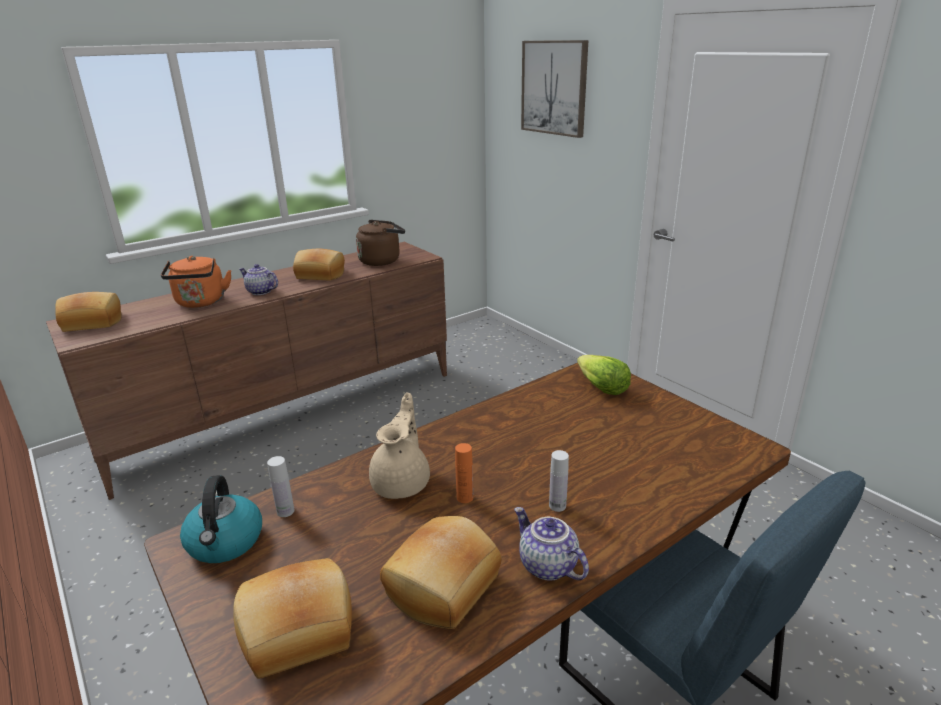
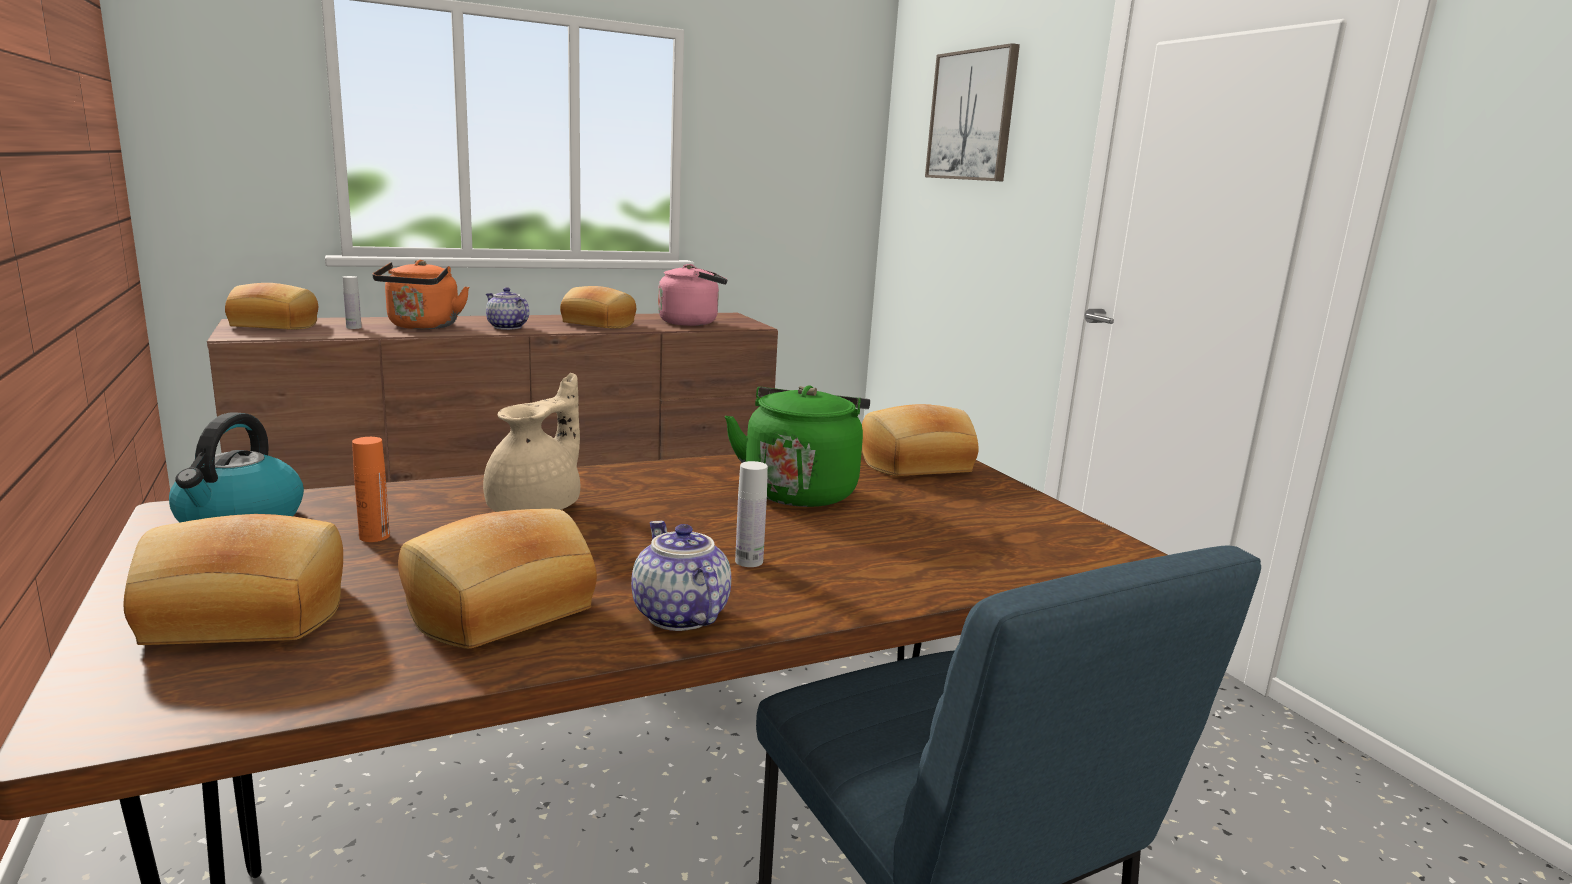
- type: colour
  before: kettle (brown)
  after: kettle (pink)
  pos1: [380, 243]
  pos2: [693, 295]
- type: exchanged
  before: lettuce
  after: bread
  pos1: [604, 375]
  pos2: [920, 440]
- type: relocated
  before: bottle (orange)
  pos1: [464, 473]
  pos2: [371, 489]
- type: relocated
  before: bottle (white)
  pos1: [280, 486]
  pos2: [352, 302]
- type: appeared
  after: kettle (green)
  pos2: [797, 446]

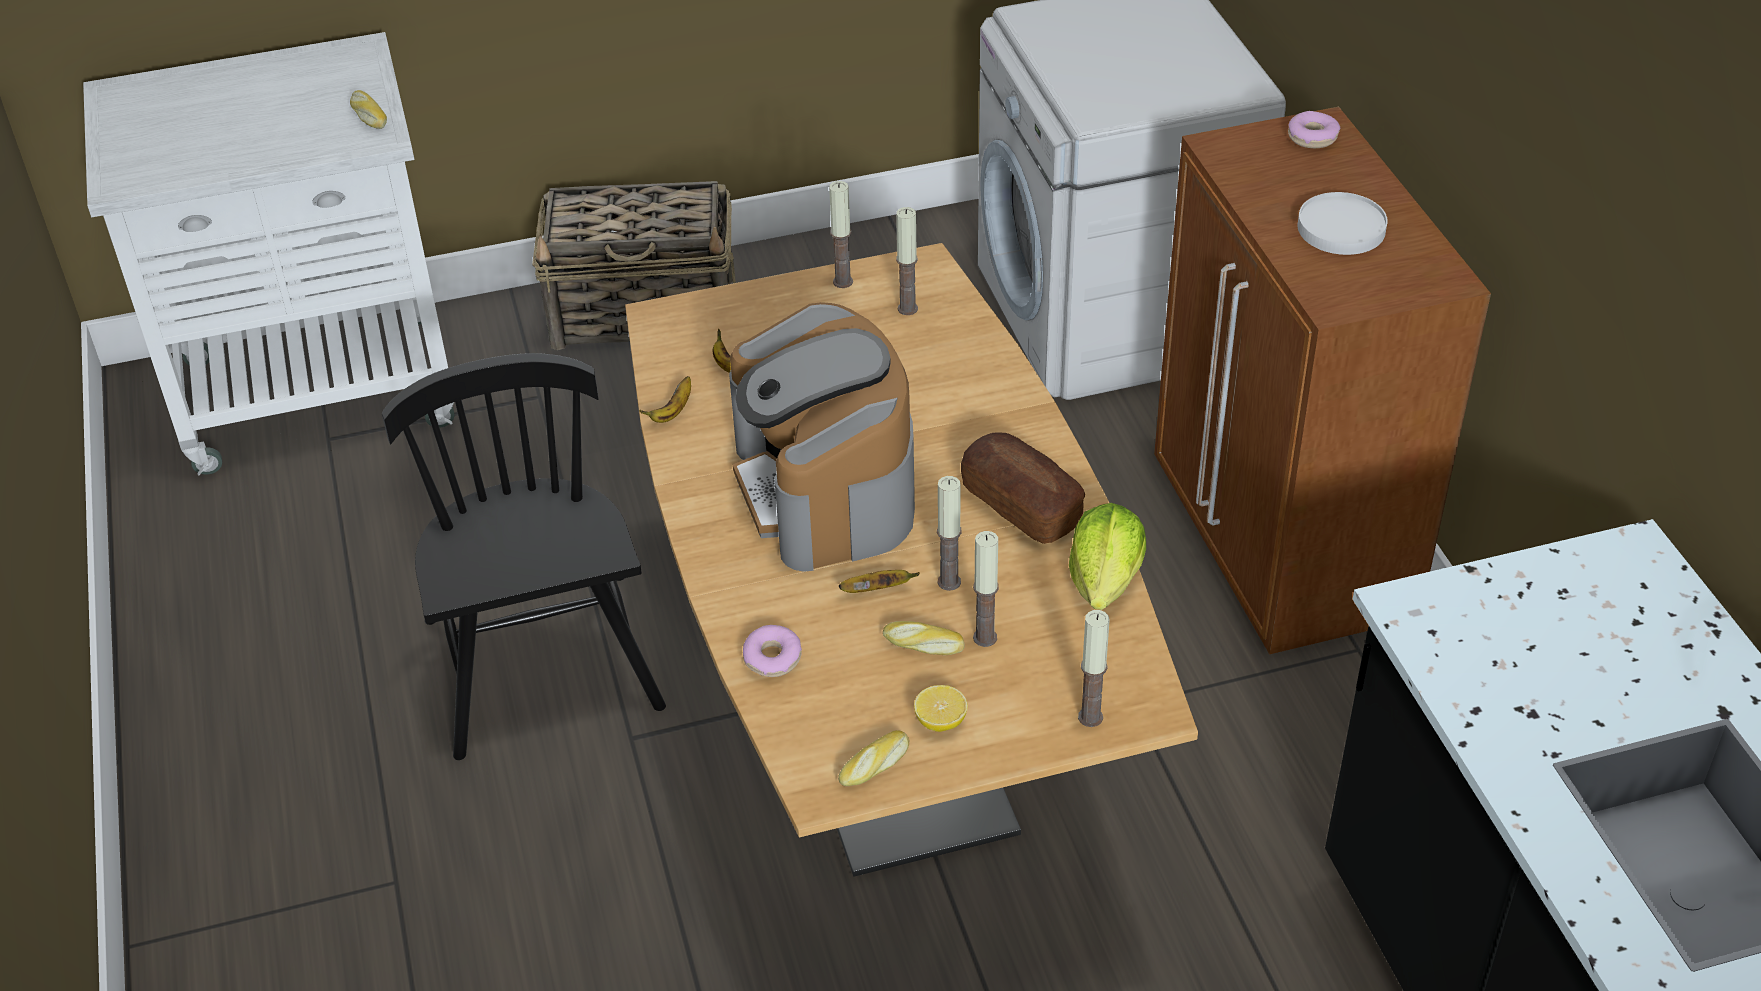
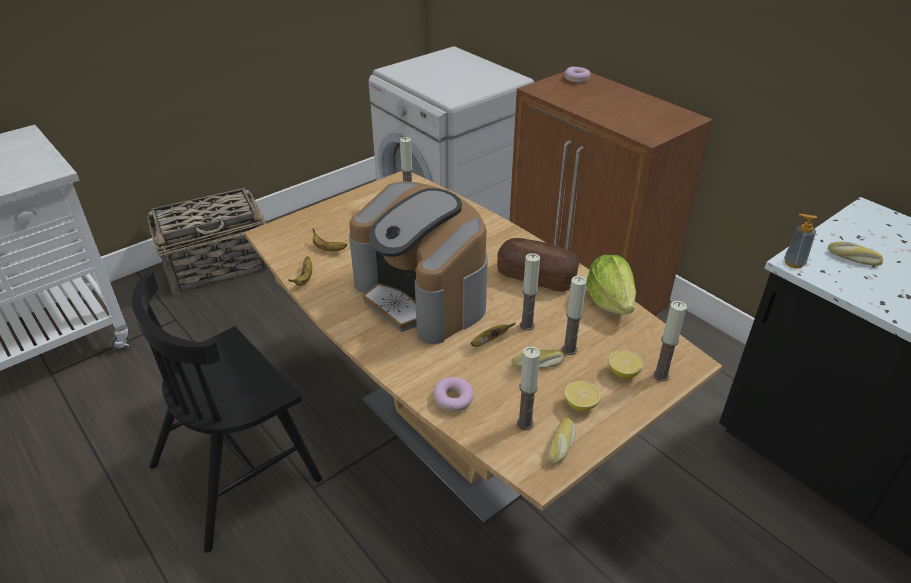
- type: relocated
  before: bread
  pos1: [368, 109]
  pos2: [855, 253]
- type: relocated
  before: candle
  pos1: [841, 234]
  pos2: [528, 388]
- type: missing
  before: plate (white)
  pos1: [1343, 223]
- type: spun
  before: chair (black)
  pos1: [524, 556]
  pos2: [227, 412]
  turn: -90
- type: appeared
  after: soap dispenser
  pos2: [800, 241]
- type: appeared
  after: lemon
  pos2: [626, 365]

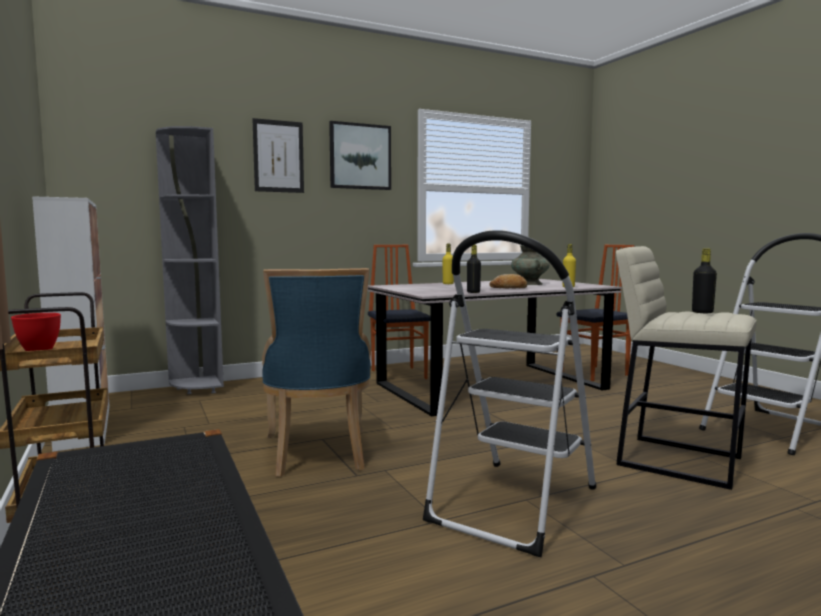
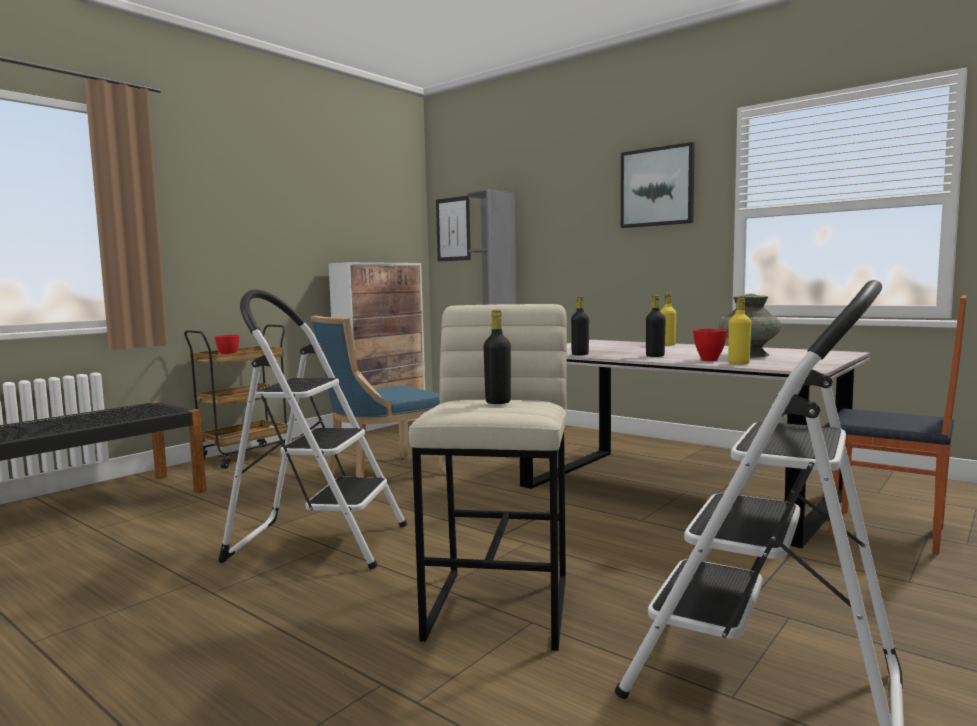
- type: relocated
  before: picture
  pos1: [278, 155]
  pos2: [453, 229]
- type: missing
  before: chair
  pos1: [399, 312]
- type: exchanged
  before: bread
  after: bottle (black)
  pos1: [508, 281]
  pos2: [656, 326]
- type: appeared
  after: bowl (red)
  pos2: [710, 345]

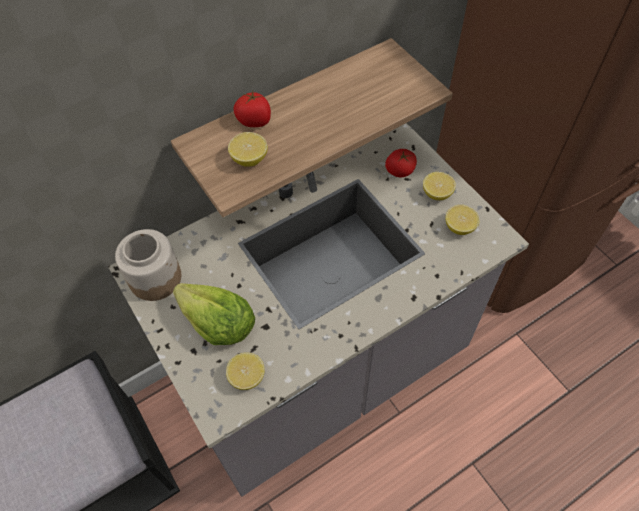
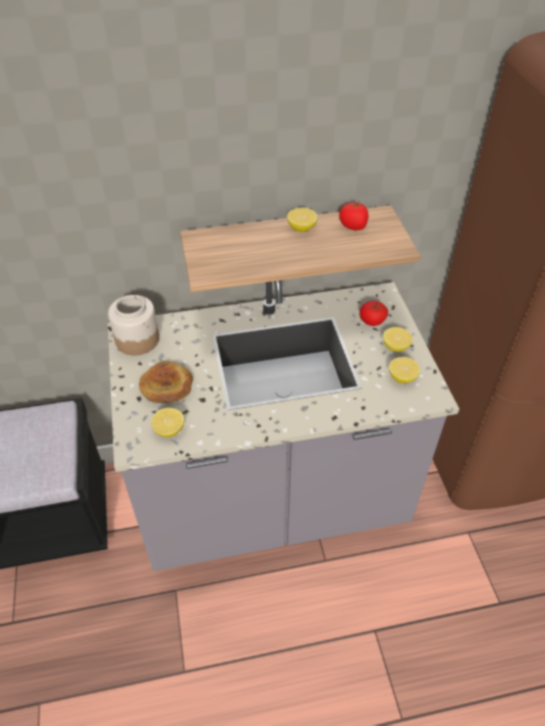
- type: relocated
  before: tomato
  pos1: [252, 109]
  pos2: [353, 215]
- type: relocated
  before: lemon
  pos1: [248, 149]
  pos2: [302, 220]
- type: exchanged
  before: lettuce
  after: bread
  pos1: [214, 314]
  pos2: [166, 382]

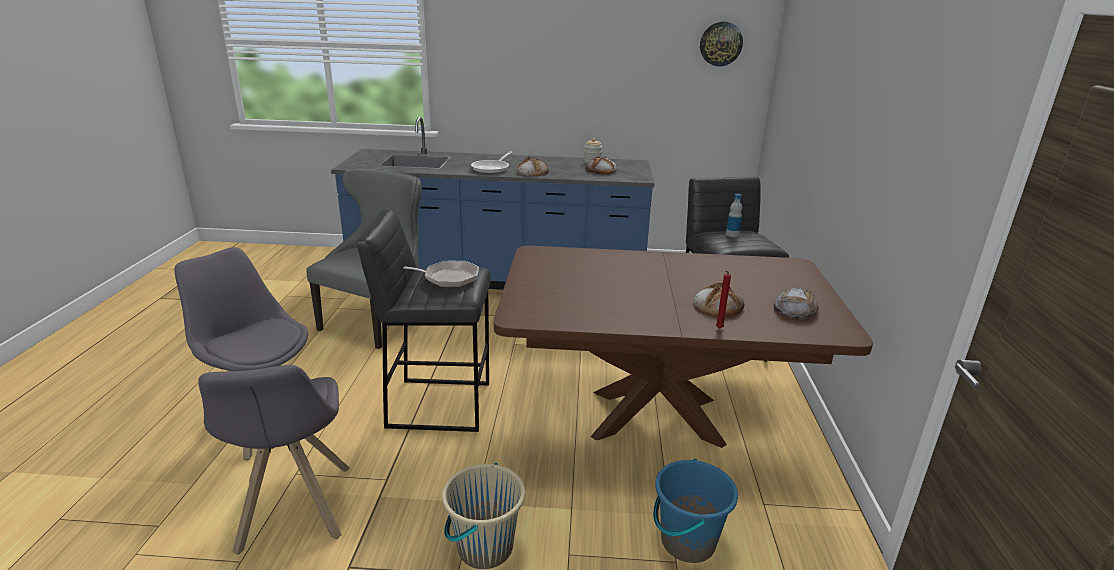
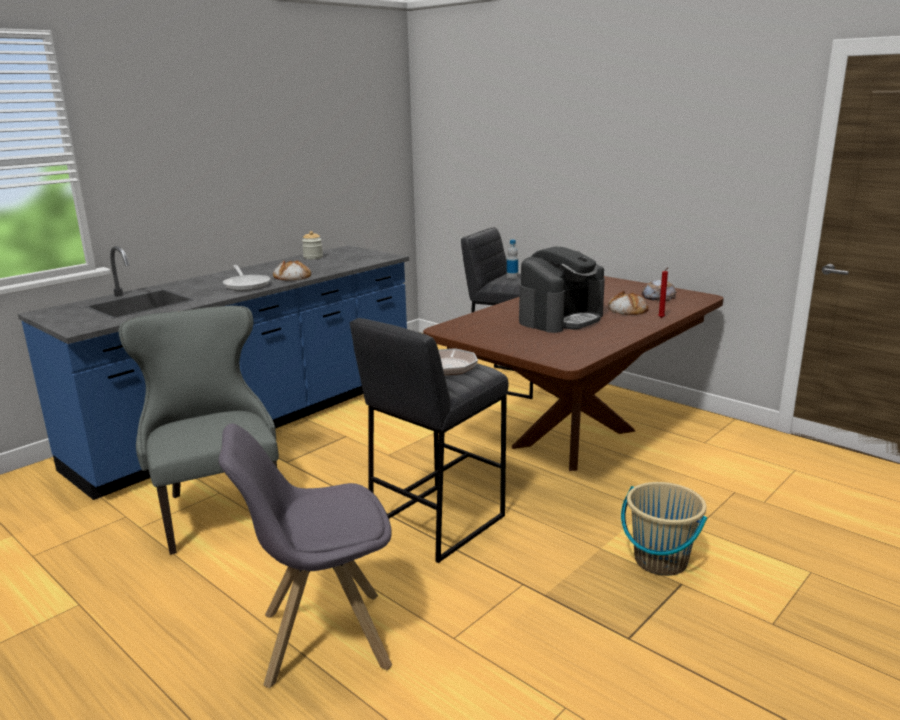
- type: missing
  before: wall clock
  pos1: [721, 44]
- type: missing
  before: bread
  pos1: [601, 165]
- type: missing
  before: chair (grey)
  pos1: [274, 460]
- type: missing
  before: bucket (blue)
  pos1: [695, 510]
- type: appeared
  after: coffee machine
  pos2: [562, 289]

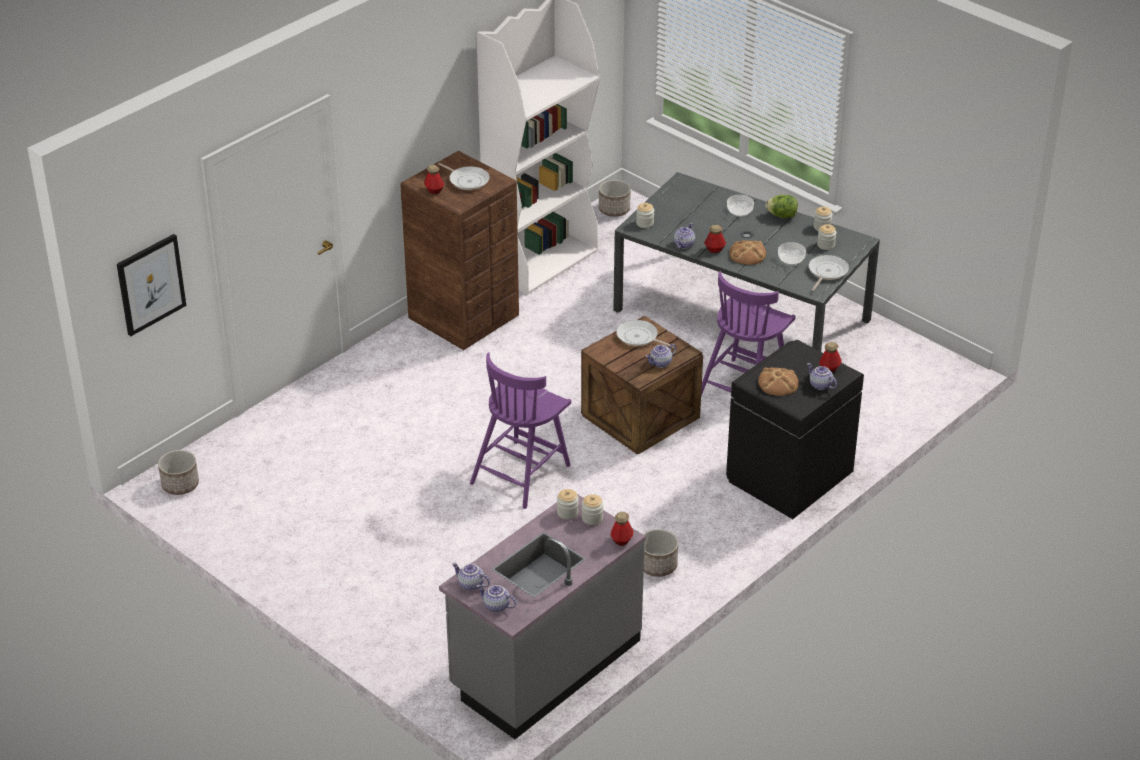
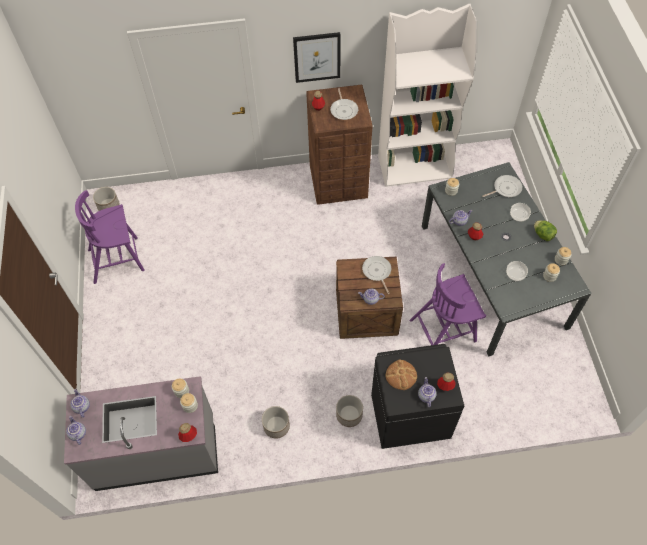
- type: relocated
  before: planter
  pos1: [615, 198]
  pos2: [349, 411]
- type: relocated
  before: picture
  pos1: [151, 285]
  pos2: [317, 57]
- type: missing
  before: bread
  pos1: [748, 252]
- type: relocated
  before: frying pan
  pos1: [829, 273]
  pos2: [502, 186]
- type: relocated
  before: chair (purple)
  pos1: [520, 430]
  pos2: [110, 237]

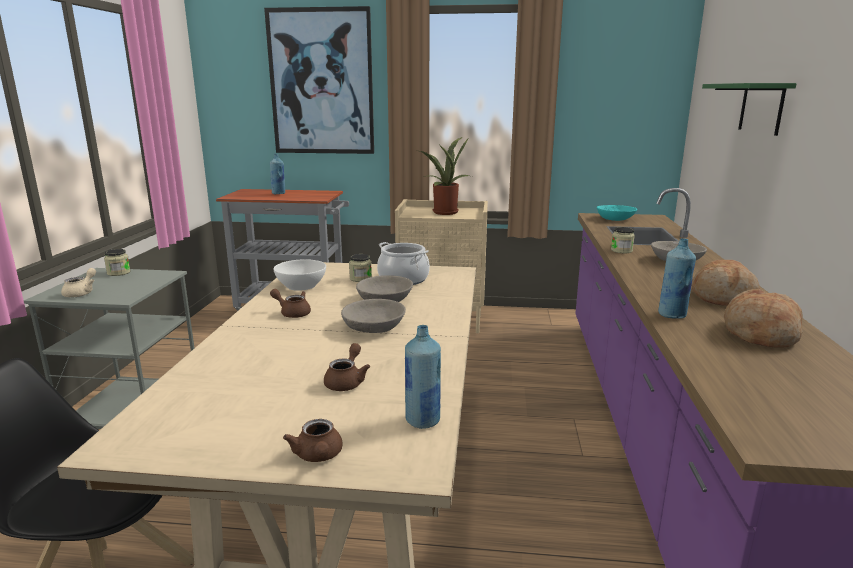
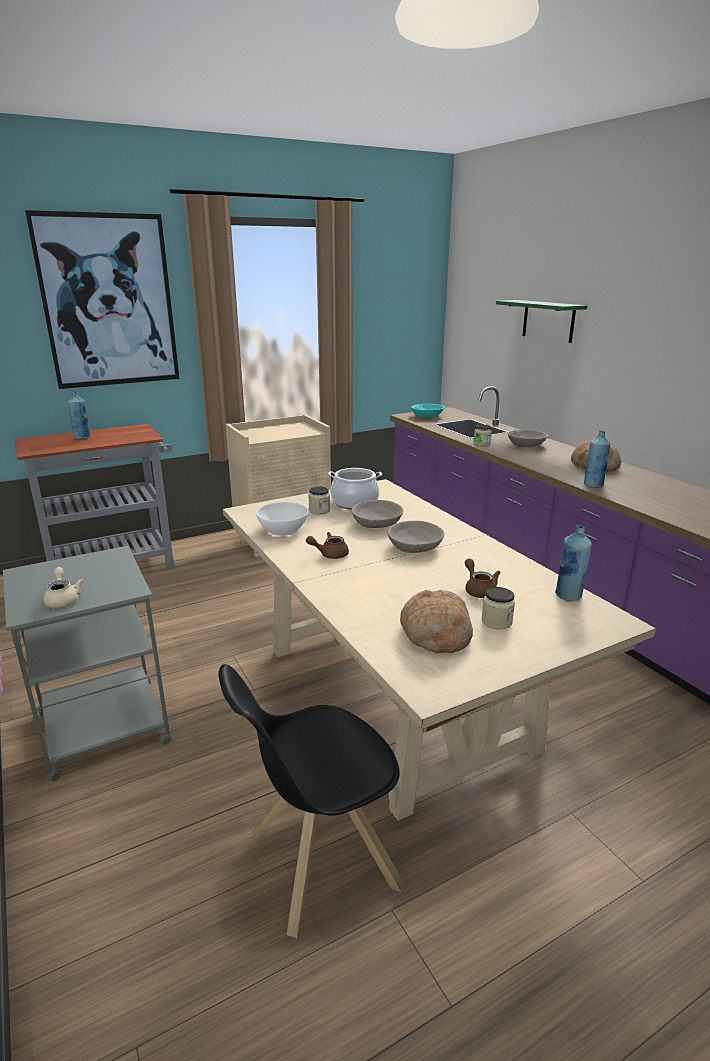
- type: missing
  before: potted plant
  pos1: [444, 176]
- type: relocated
  before: jar
  pos1: [117, 262]
  pos2: [498, 608]
- type: relocated
  before: bread
  pos1: [763, 318]
  pos2: [436, 621]
- type: missing
  before: teapot (brown)
  pos1: [313, 440]

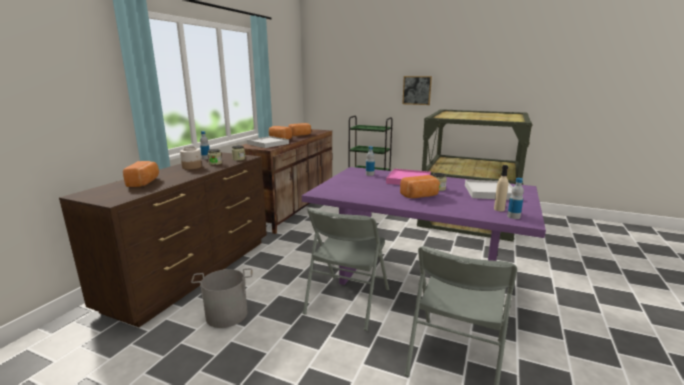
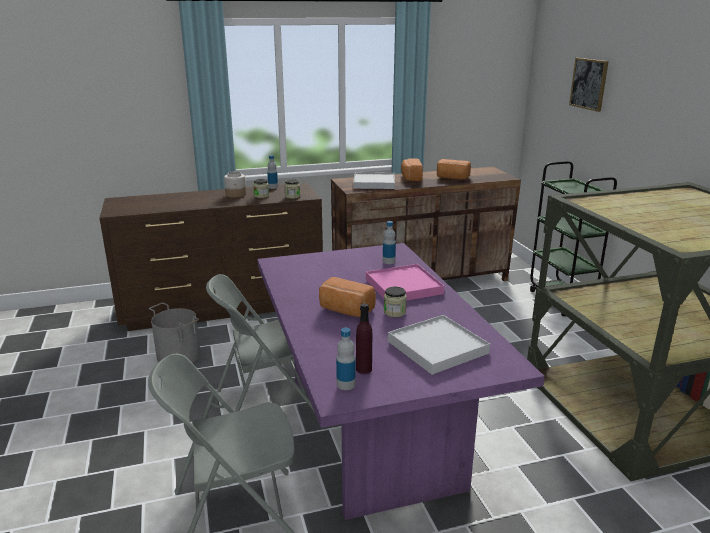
- type: relocated
  before: picture
  pos1: [417, 90]
  pos2: [589, 85]
- type: missing
  before: bread
  pos1: [141, 174]
- type: colour
  before: bottle (beige)
  after: bottle (purple)
  pos1: [501, 188]
  pos2: [364, 338]

